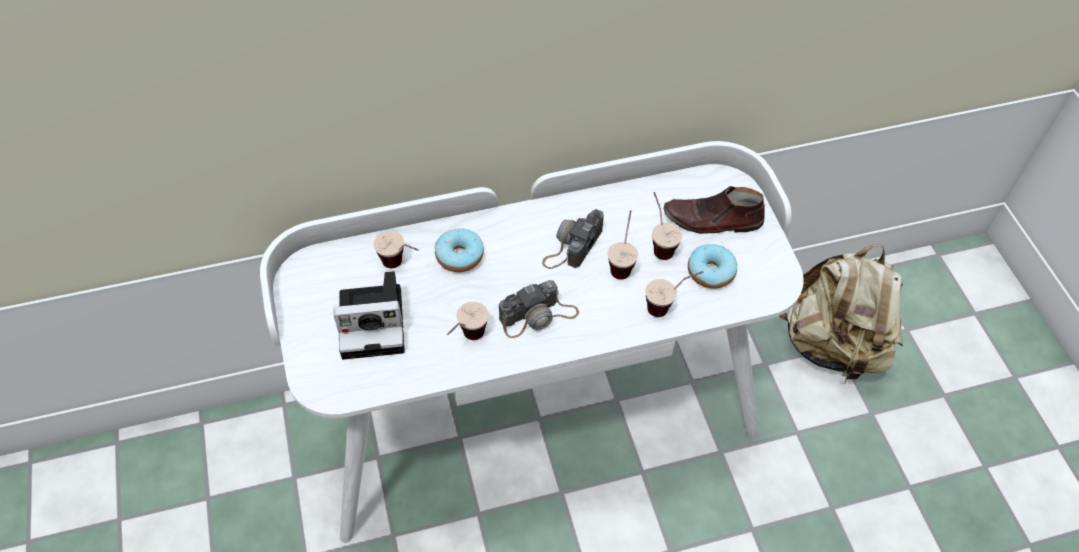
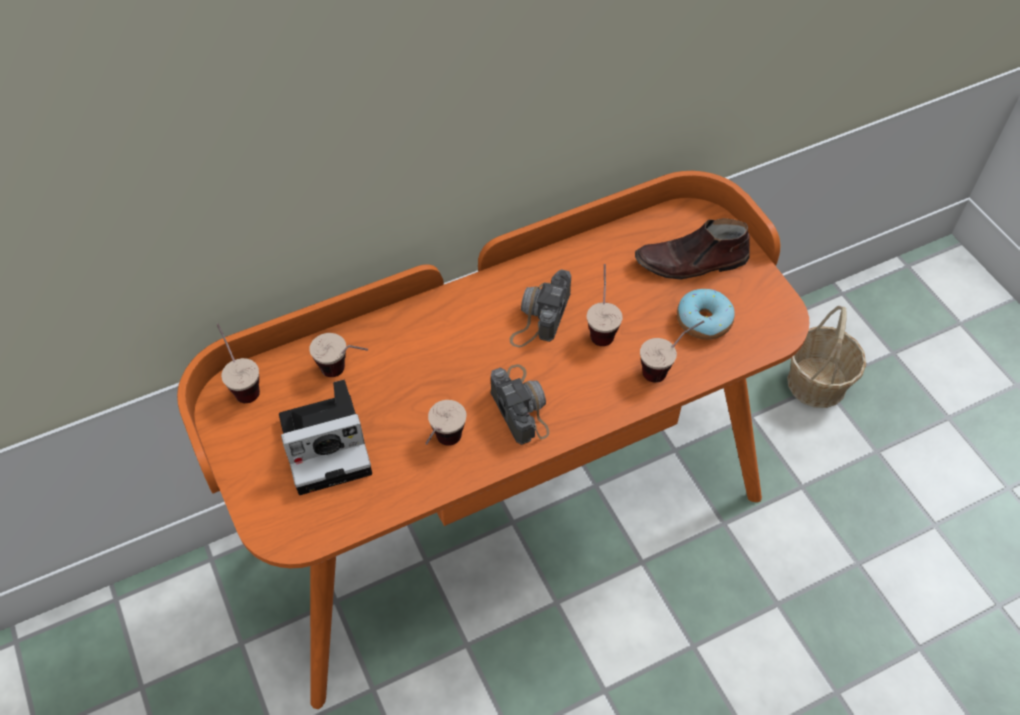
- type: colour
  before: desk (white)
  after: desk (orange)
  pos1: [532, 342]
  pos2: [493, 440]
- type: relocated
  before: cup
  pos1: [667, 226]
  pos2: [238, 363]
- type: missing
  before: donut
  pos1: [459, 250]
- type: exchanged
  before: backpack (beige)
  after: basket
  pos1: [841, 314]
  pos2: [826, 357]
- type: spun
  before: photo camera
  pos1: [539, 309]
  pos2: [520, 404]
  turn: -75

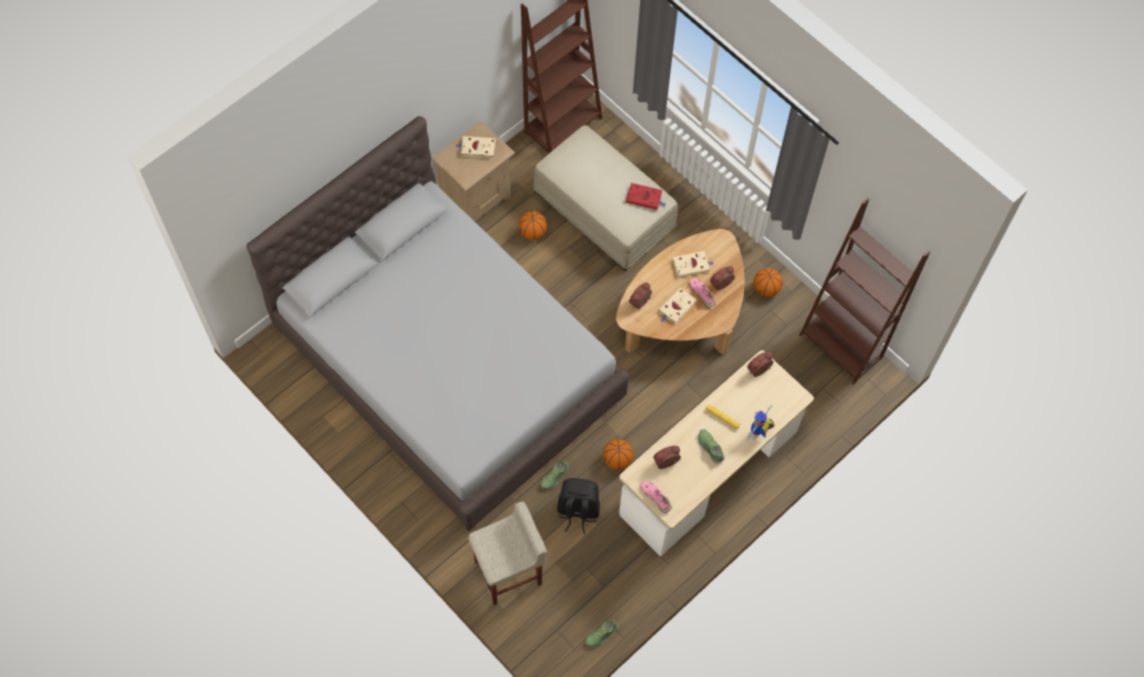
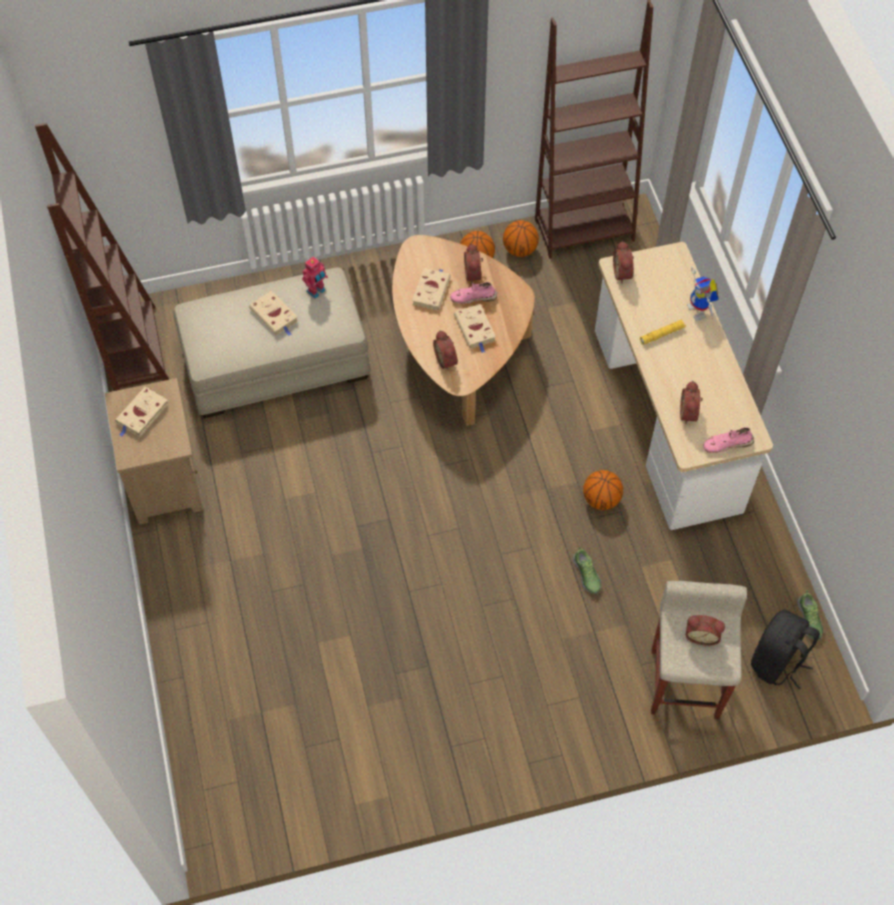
- type: missing
  before: bed (grey)
  pos1: [438, 323]
- type: exchanged
  before: book (red)
  after: toy robot
  pos1: [646, 196]
  pos2: [315, 278]
- type: relocated
  before: basketball
  pos1: [532, 225]
  pos2: [521, 238]
- type: missing
  before: shoe
  pos1: [711, 446]
- type: relocated
  before: backpack (black)
  pos1: [578, 506]
  pos2: [785, 649]
- type: appeared
  after: book (beige)
  pos2: [273, 313]
- type: appeared
  after: alarm clock
  pos2: [705, 630]

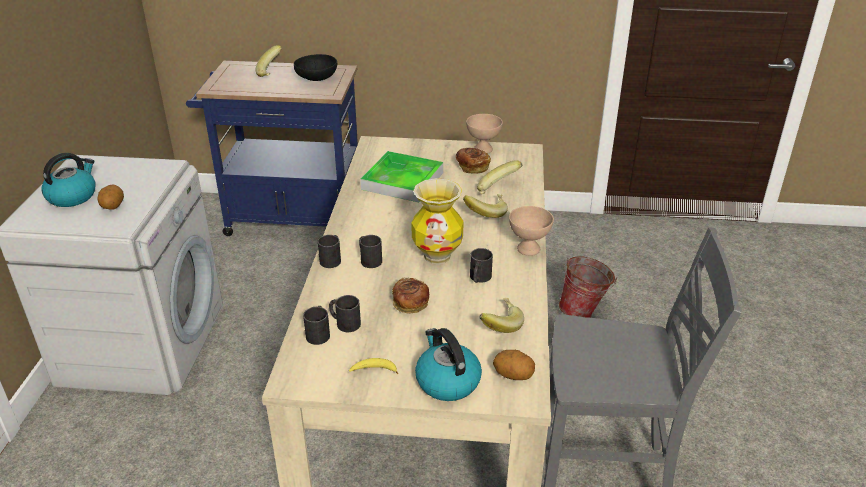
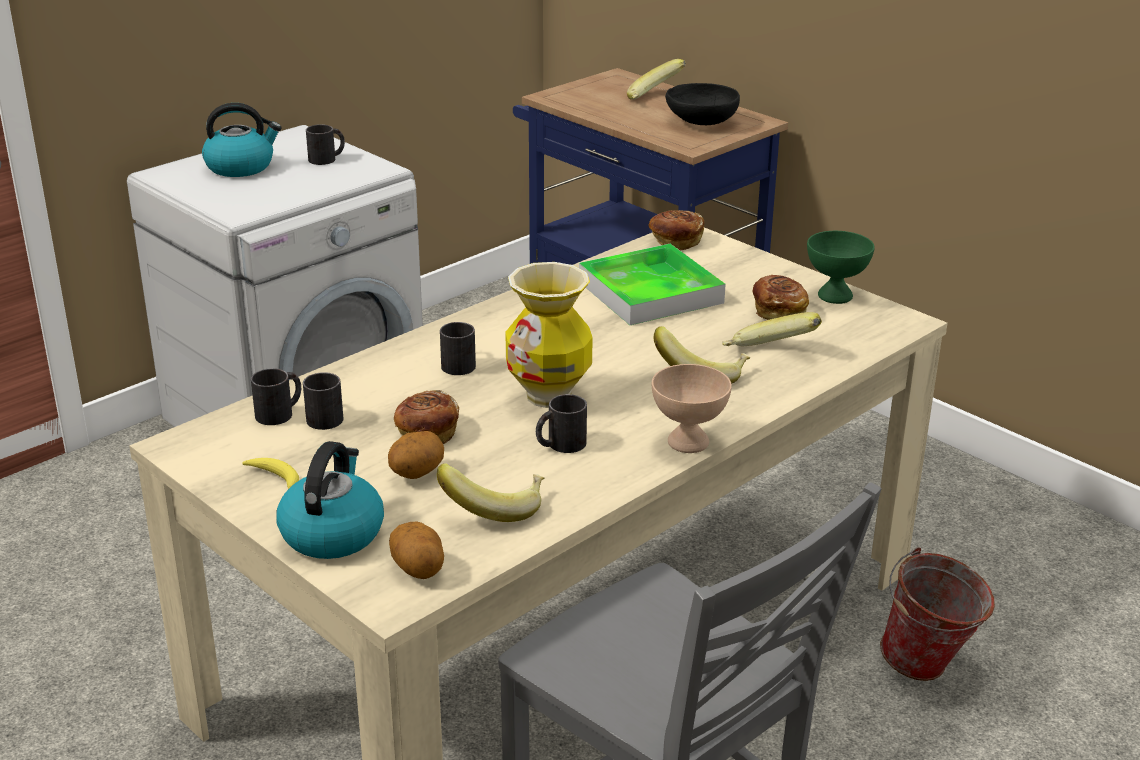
- type: colour
  before: bowl (beige)
  after: bowl (green)
  pos1: [484, 134]
  pos2: [841, 267]
- type: relocated
  before: potato
  pos1: [110, 197]
  pos2: [416, 455]
- type: relocated
  before: mug (black)
  pos1: [329, 251]
  pos2: [325, 144]
- type: appeared
  after: bread
  pos2: [676, 230]

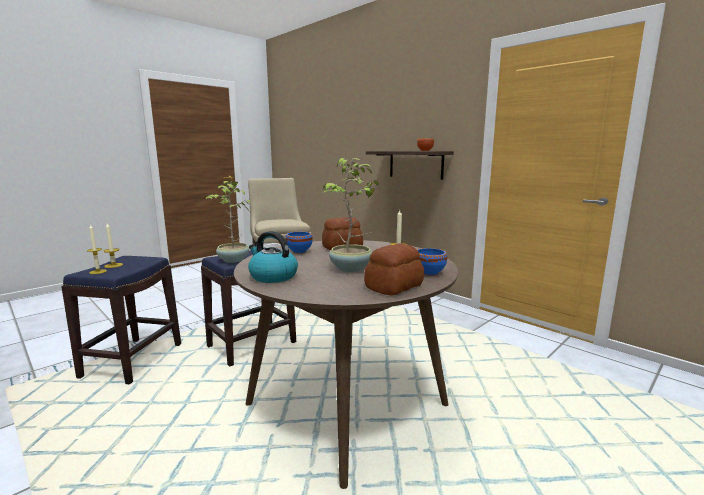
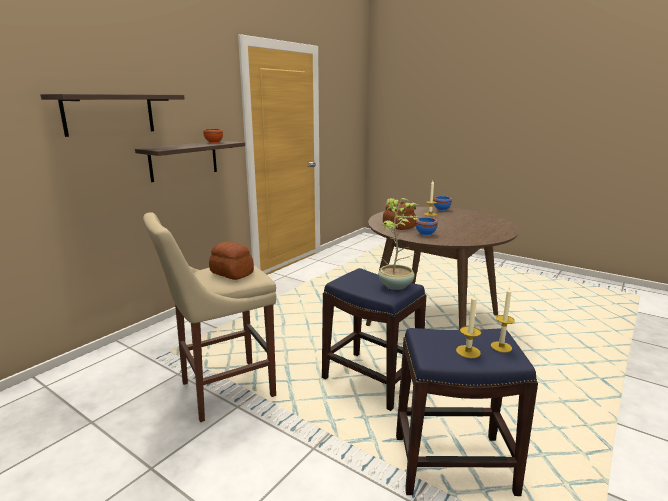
- type: missing
  before: potted plant
  pos1: [350, 215]
- type: missing
  before: kettle
  pos1: [273, 257]
- type: relocated
  before: bread
  pos1: [394, 269]
  pos2: [231, 261]
- type: appeared
  after: shelf
  pos2: [112, 115]

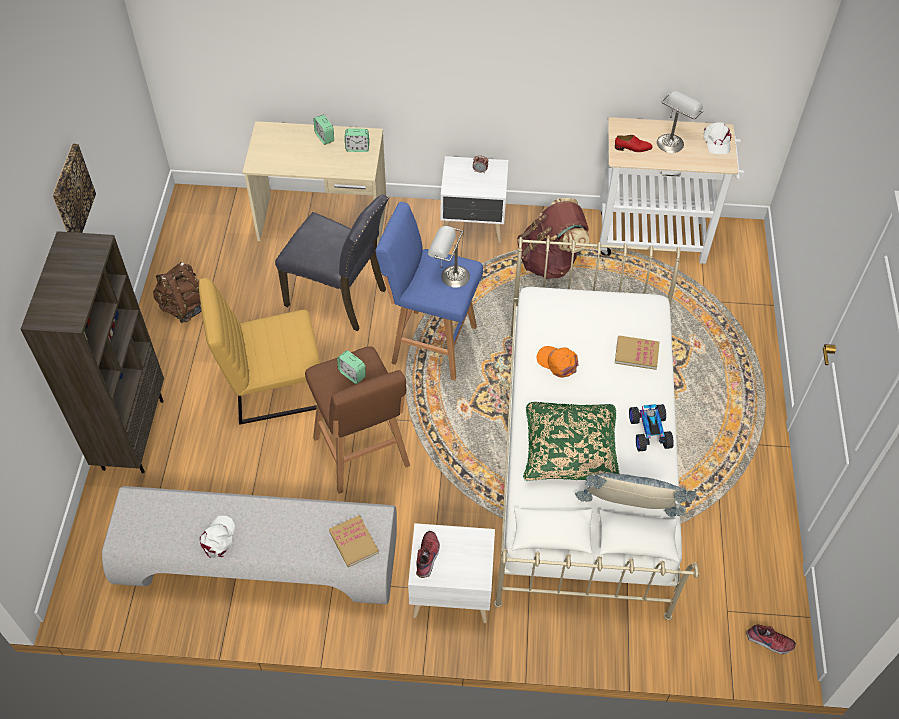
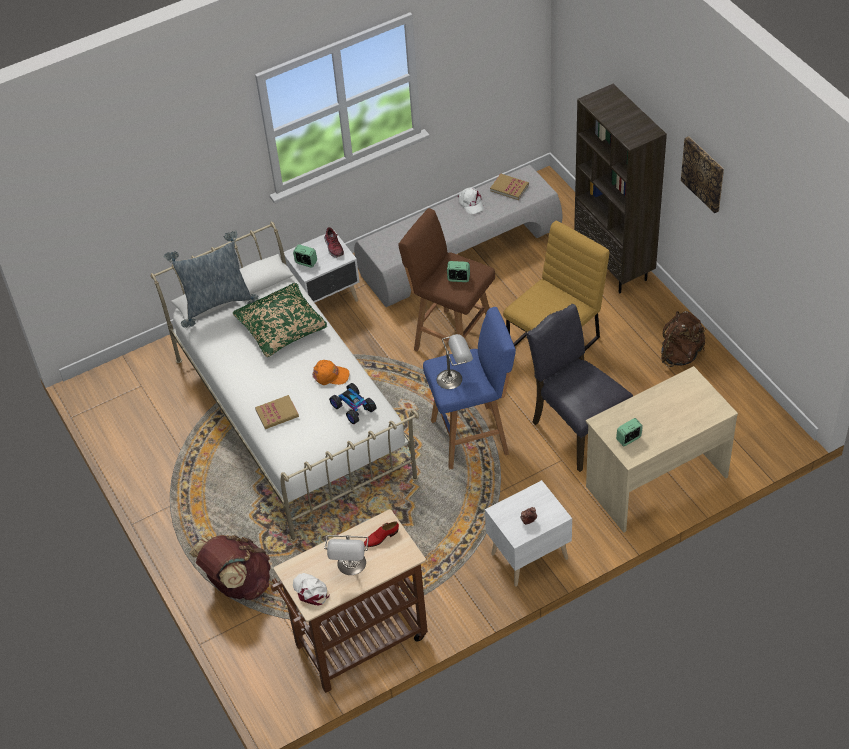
- type: relocated
  before: alarm clock
  pos1: [323, 130]
  pos2: [305, 256]
- type: colour
  before: cart (white)
  after: cart (brown)
  pos1: [672, 190]
  pos2: [349, 601]
- type: spun
  before: chair (grey)
  pos1: [332, 262]
  pos2: [579, 388]
  turn: 60
- type: relocated
  before: backpack (brown)
  pos1: [553, 238]
  pos2: [230, 567]
- type: relocated
  before: toy car
  pos1: [651, 427]
  pos2: [352, 403]
- type: relocated
  before: book
  pos1: [354, 541]
  pos2: [509, 186]
- type: missing
  before: shoe
  pos1: [771, 639]

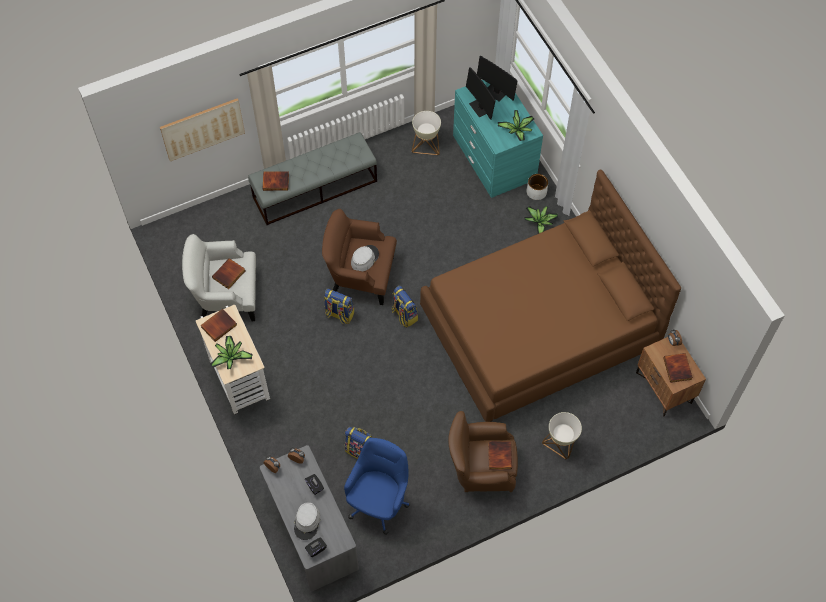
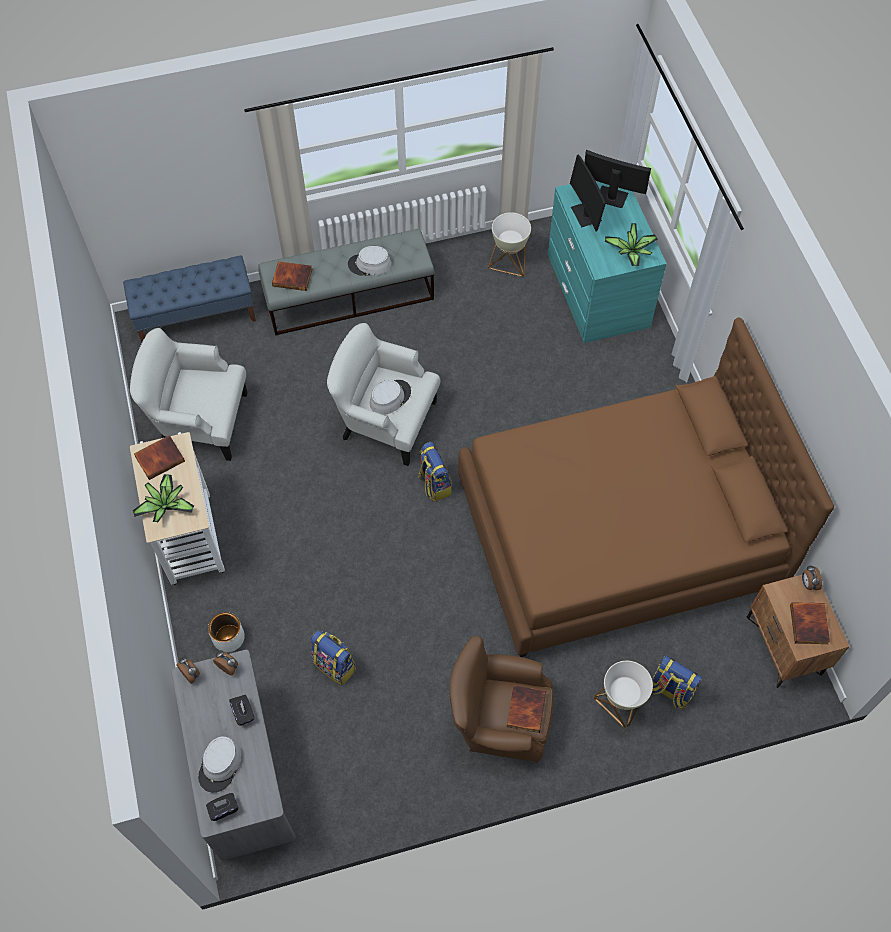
- type: spun
  before: monitor
  pos1: [497, 79]
  pos2: [618, 179]
  turn: 150
- type: missing
  before: picture
  pos1: [202, 129]
- type: relocated
  before: planter (white)
  pos1: [537, 187]
  pos2: [226, 632]
- type: missing
  before: potted plant
  pos1: [541, 220]
- type: colour
  before: armchair (brown)
  after: armchair (white)
  pos1: [359, 257]
  pos2: [383, 394]
- type: missing
  before: book
  pos1: [228, 273]
- type: relocated
  before: backpack
  pos1: [339, 306]
  pos2: [677, 682]
- type: missing
  before: office chair (blue)
  pos1: [377, 486]
- type: appeared
  after: hat (grey)
  pos2: [369, 261]
- type: appeared
  after: bench (blue)
  pos2: [189, 299]

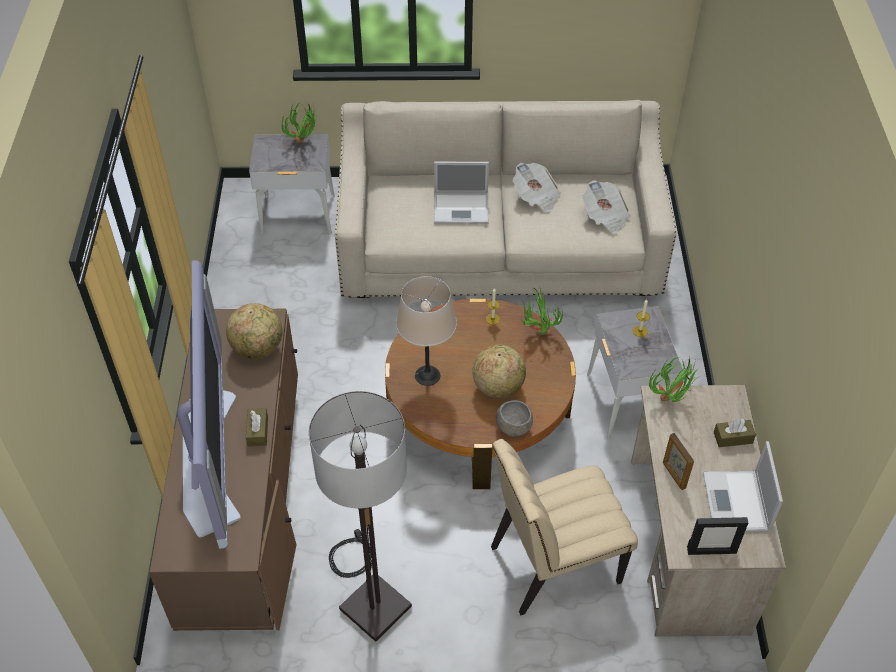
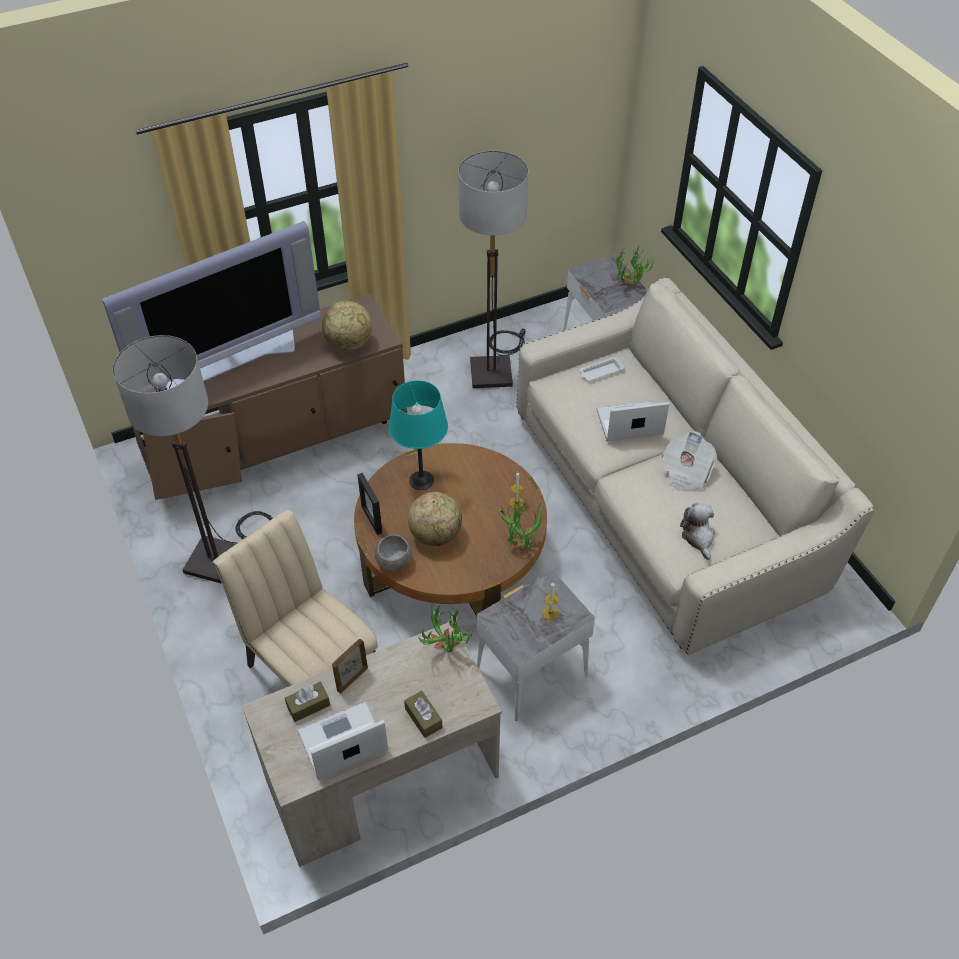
- type: spun
  before: laptop
  pos1: [461, 193]
  pos2: [633, 421]
  turn: 105
- type: exchanged
  before: newspaper
  after: plush toy
  pos1: [606, 207]
  pos2: [697, 531]
- type: colour
  before: table lamp (beige)
  after: table lamp (turquoise)
  pos1: [426, 331]
  pos2: [418, 435]
- type: relocated
  before: tissue box (brown)
  pos1: [257, 427]
  pos2: [307, 702]
- type: relocated
  before: picture frame
  pos1: [717, 536]
  pos2: [370, 504]
- type: appeared
  after: floor lamp
  pos2: [493, 269]
- type: appeared
  after: tray (white)
  pos2: [602, 368]

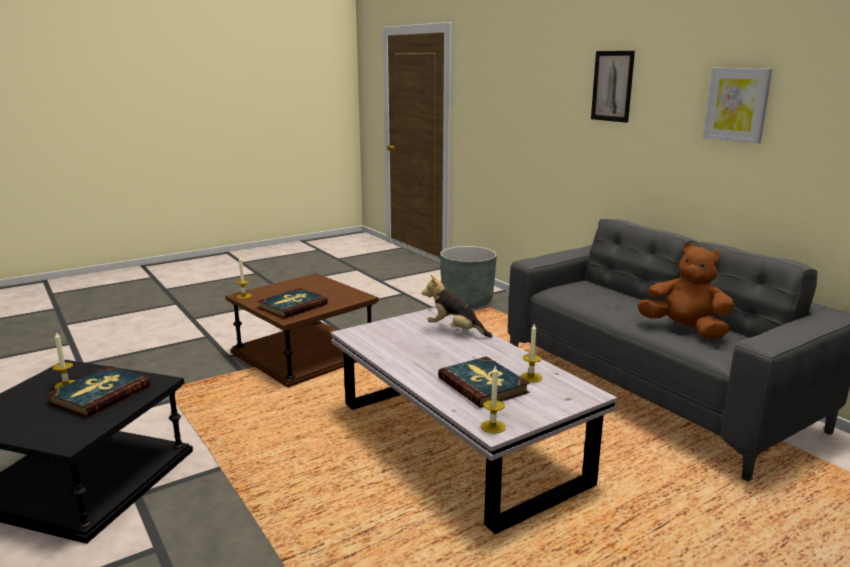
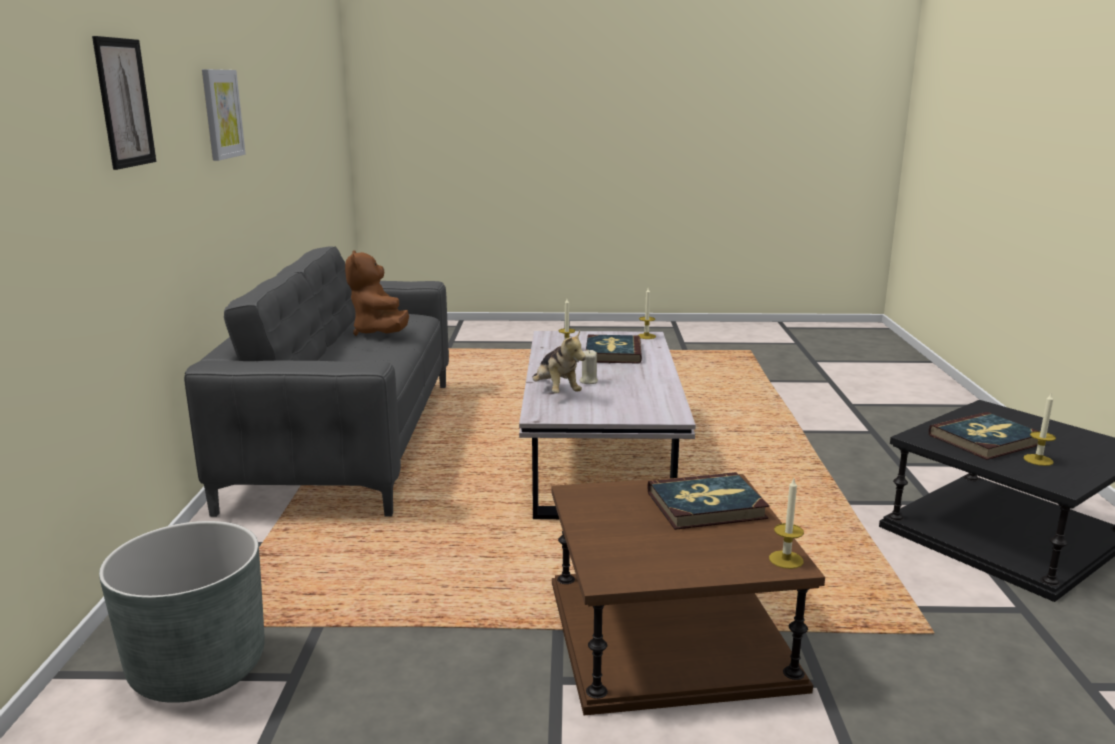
- type: appeared
  after: candle (beige)
  pos2: [588, 367]

